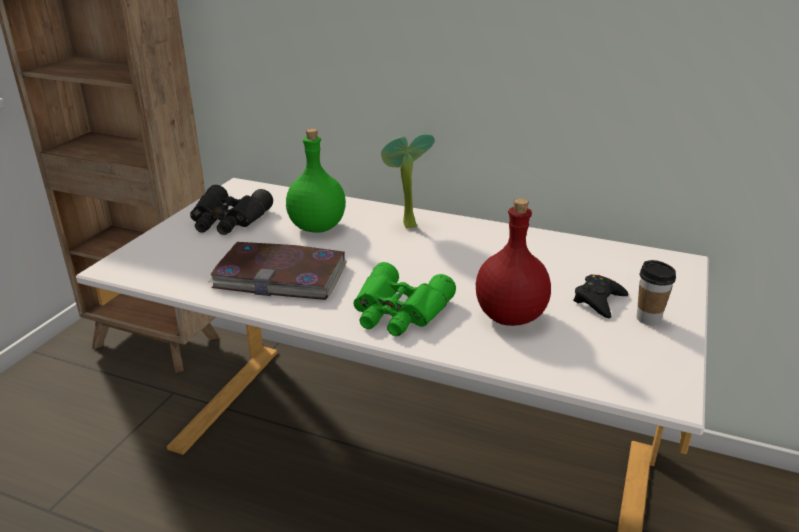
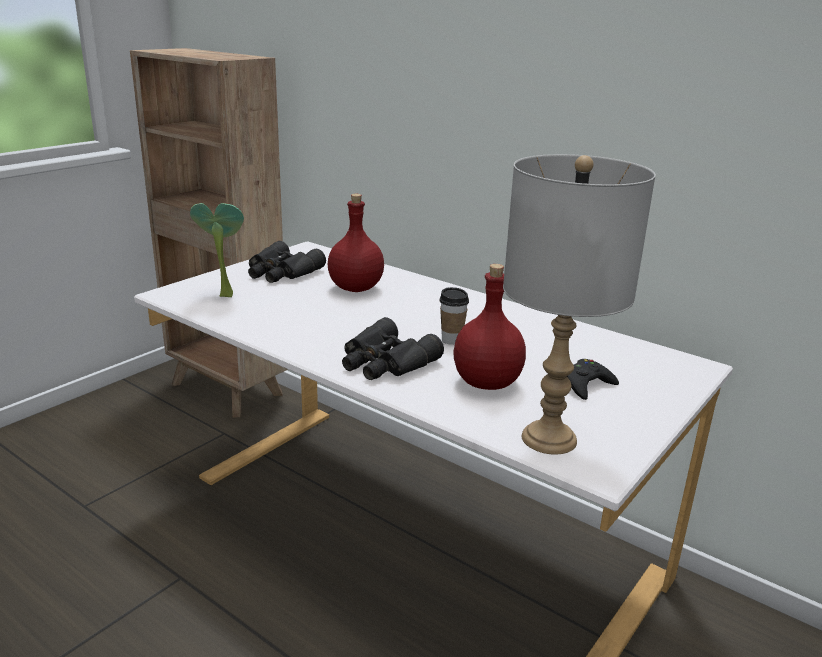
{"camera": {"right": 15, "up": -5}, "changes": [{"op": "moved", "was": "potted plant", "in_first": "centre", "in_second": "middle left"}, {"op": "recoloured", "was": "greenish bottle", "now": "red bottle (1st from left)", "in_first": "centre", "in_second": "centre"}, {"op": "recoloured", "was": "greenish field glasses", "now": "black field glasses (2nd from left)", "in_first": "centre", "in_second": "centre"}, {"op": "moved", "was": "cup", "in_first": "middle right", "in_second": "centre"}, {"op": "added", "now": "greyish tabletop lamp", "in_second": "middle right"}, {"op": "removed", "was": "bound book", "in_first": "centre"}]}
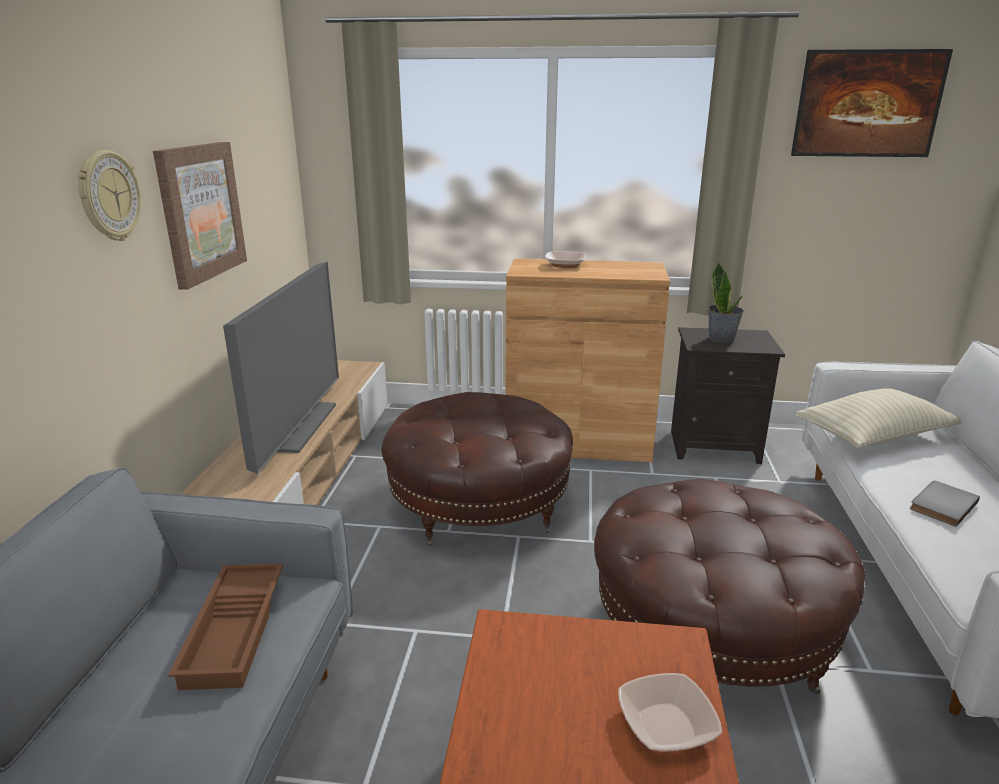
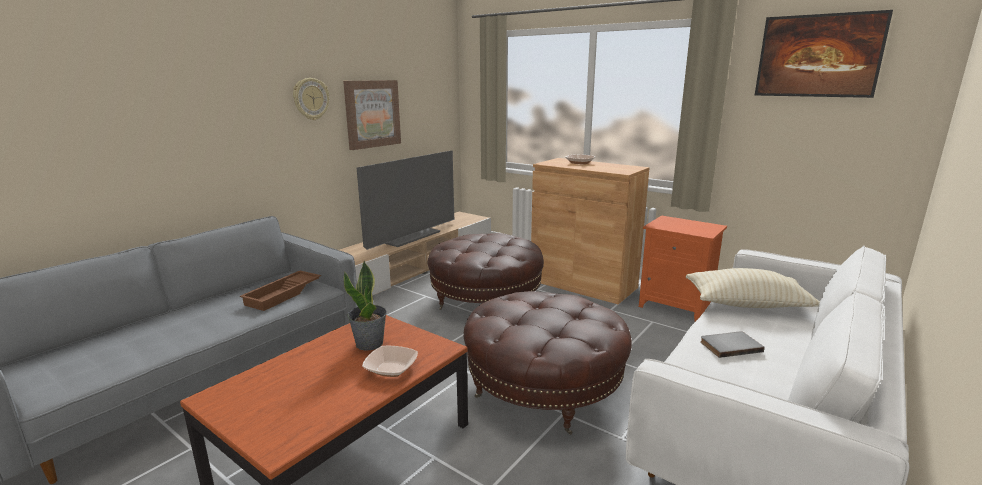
{"camera": {"right": 30, "up": -5}, "changes": [{"op": "moved", "was": "potted plant", "in_first": "middle right", "in_second": "centre"}, {"op": "recoloured", "was": "black night table", "now": "orangey night table", "in_first": "middle right", "in_second": "middle right"}]}
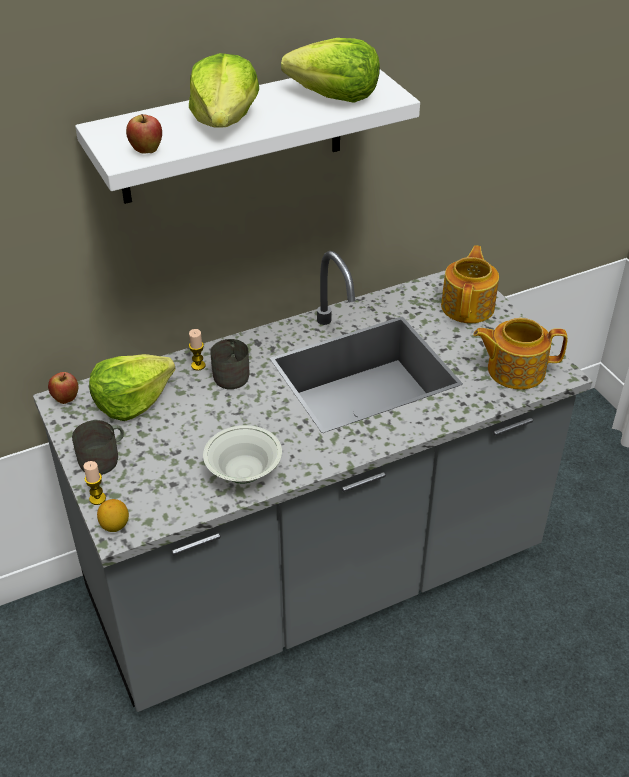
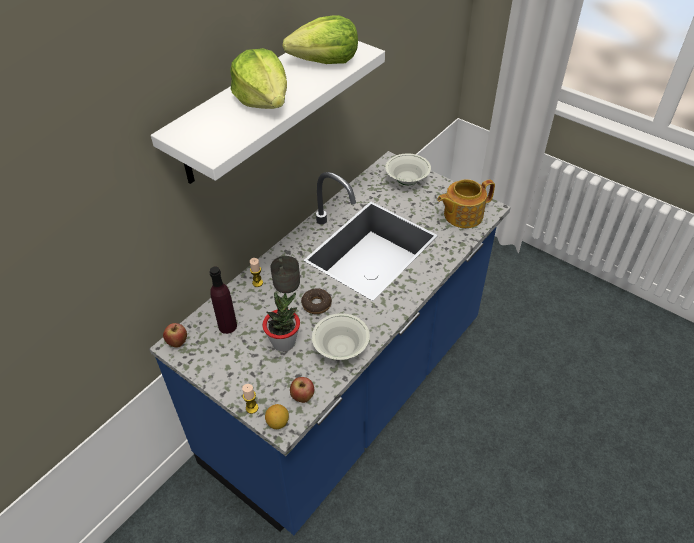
{"camera": {"right": -25, "up": 5}, "changes": [{"op": "recoloured", "was": "greyish kitchen base unit", "now": "bluish kitchen base unit", "in_first": "centre", "in_second": "centre"}, {"op": "replaced", "was": "lettuce head (1st from left)", "now": "purple bottle", "in_first": "middle left", "in_second": "middle left"}, {"op": "added", "now": "potted plant", "in_second": "centre"}, {"op": "moved", "was": "apple (2nd from left)", "in_first": "top left", "in_second": "bottom centre"}, {"op": "added", "now": "doughnut", "in_second": "centre"}, {"op": "replaced", "was": "teapot (1st from left)", "now": "whitish serving bowl (2nd from left)", "in_first": "middle right", "in_second": "top centre"}, {"op": "removed", "was": "greyish mug (1st from left)", "in_first": "middle left"}]}
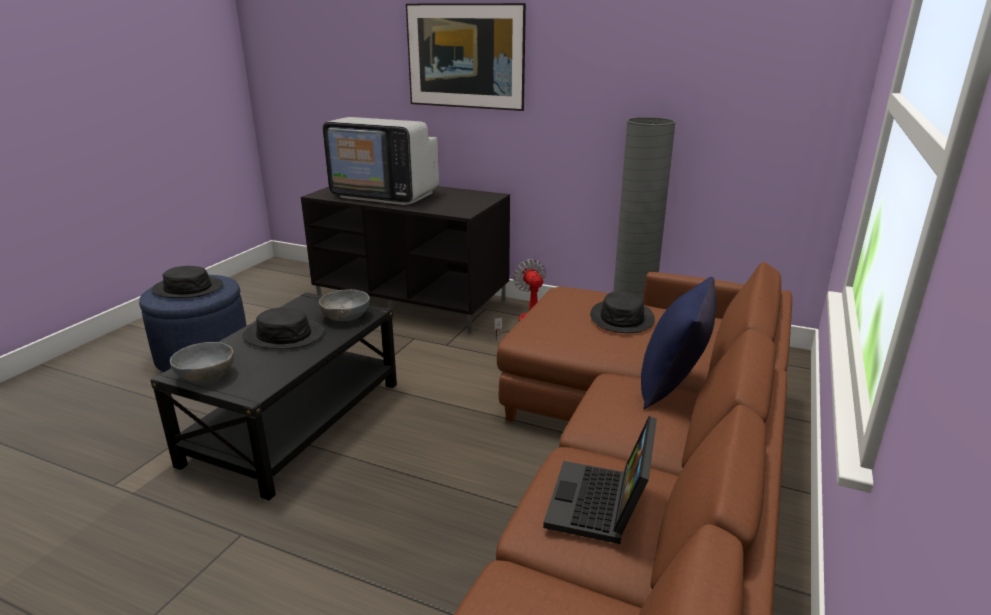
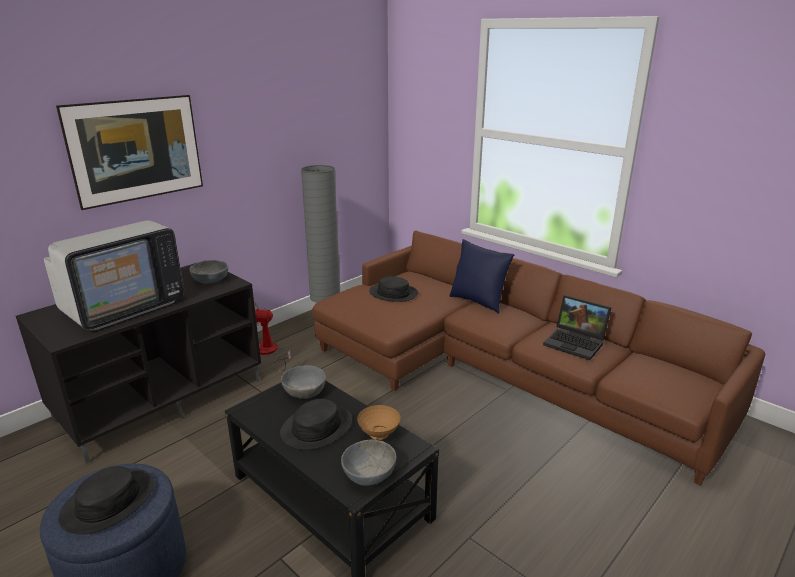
{"camera": {"right": -70, "up": 0}, "changes": [{"op": "added", "now": "greyish serving bowl (1st from left)", "in_second": "middle left"}, {"op": "added", "now": "brownish serving bowl", "in_second": "bottom centre"}]}
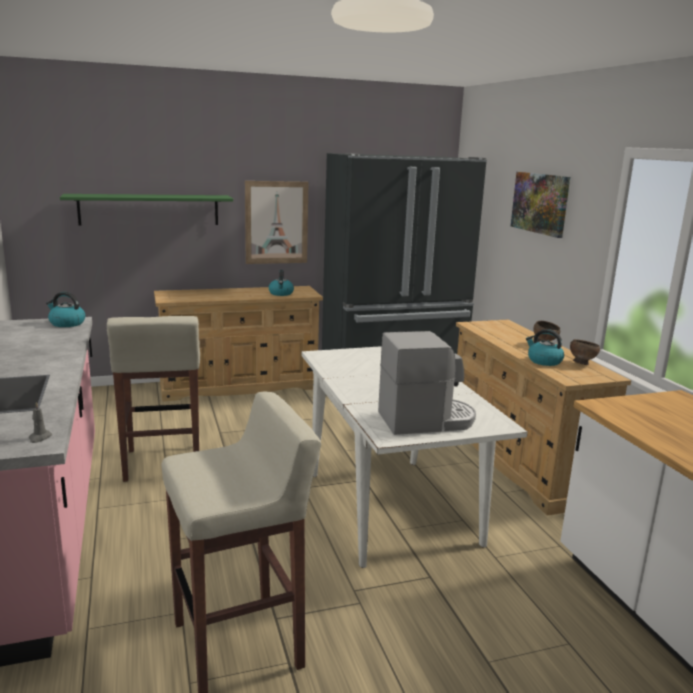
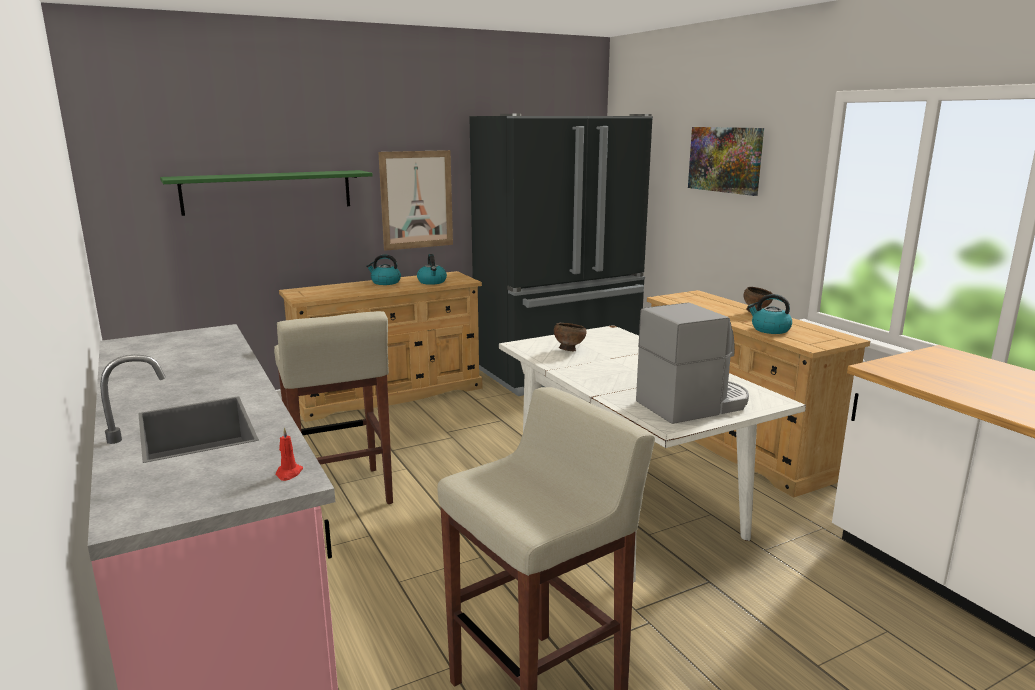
{"camera": {"right": -10, "up": 0}, "changes": [{"op": "recoloured", "was": "greyish wax light", "now": "red wax light", "in_first": "middle left", "in_second": "middle left"}, {"op": "moved", "was": "kettle (1st from left)", "in_first": "middle left", "in_second": "centre"}, {"op": "moved", "was": "brownish serving bowl (2nd from left in the first image)", "now": "brownish serving bowl (1st from left)", "in_first": "middle right", "in_second": "centre"}]}
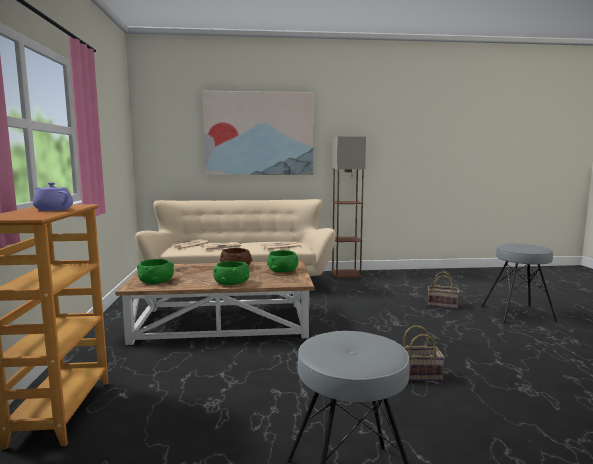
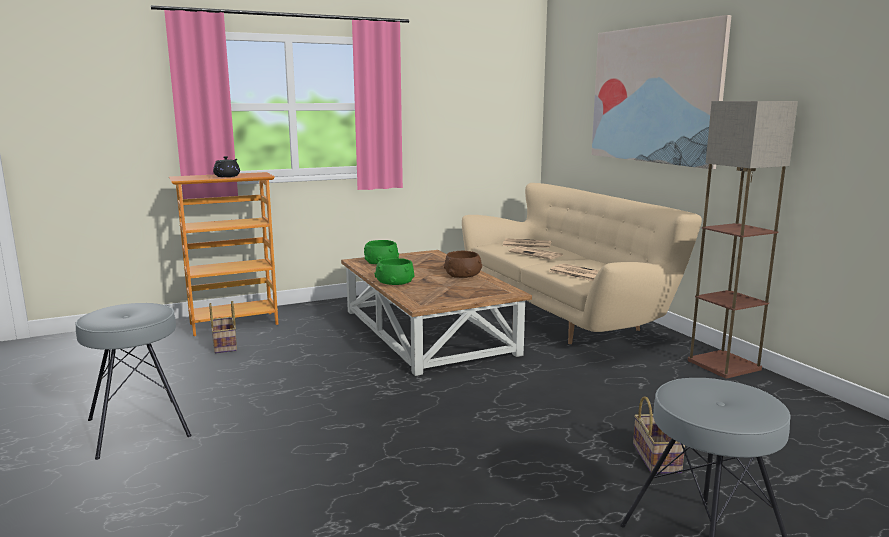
{"camera": {"right": 70, "up": 5}, "changes": [{"op": "moved", "was": "storage basket (1st from left)", "in_first": "bottom right", "in_second": "middle left"}, {"op": "recoloured", "was": "purple teapot", "now": "black teapot", "in_first": "middle left", "in_second": "top left"}, {"op": "removed", "was": "greenish serving bowl (3rd from left)", "in_first": "centre"}]}
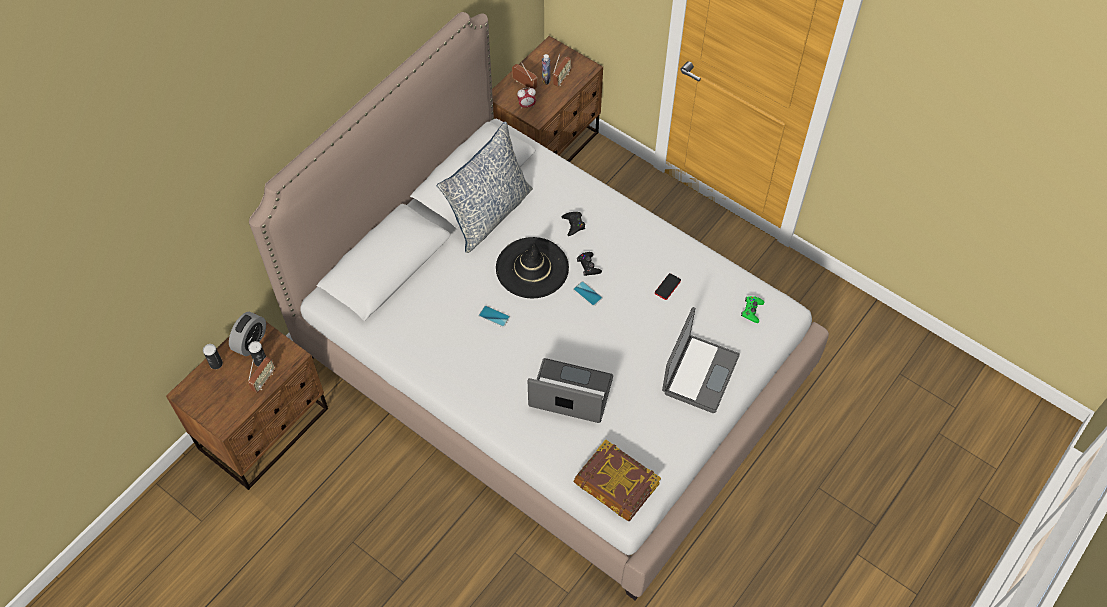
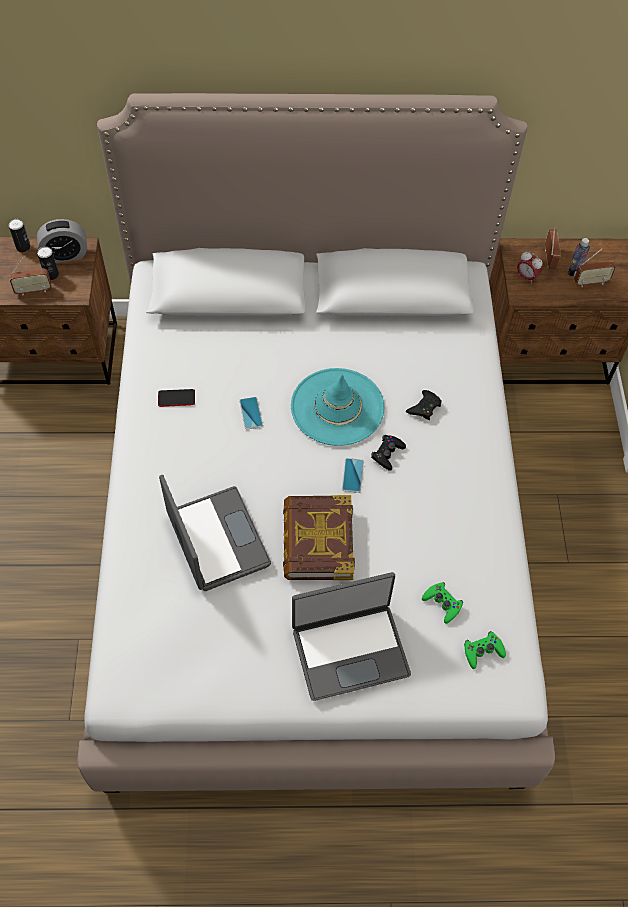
{"camera": {"right": 50, "up": 0}, "changes": [{"op": "moved", "was": "phone (3rd from left in the first image)", "now": "phone (1st from left)", "in_first": "centre", "in_second": "middle left"}, {"op": "moved", "was": "bound book", "in_first": "bottom centre", "in_second": "centre"}, {"op": "recoloured", "was": "black wearable hat", "now": "blue-green wearable hat", "in_first": "centre", "in_second": "centre"}, {"op": "added", "now": "greenish gamepad (1st from left)", "in_second": "middle right"}, {"op": "removed", "was": "pillow", "in_first": "top centre"}]}
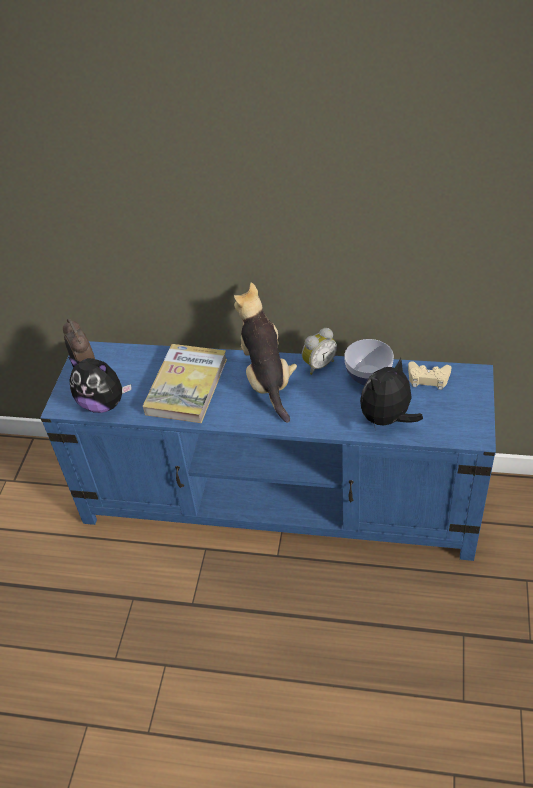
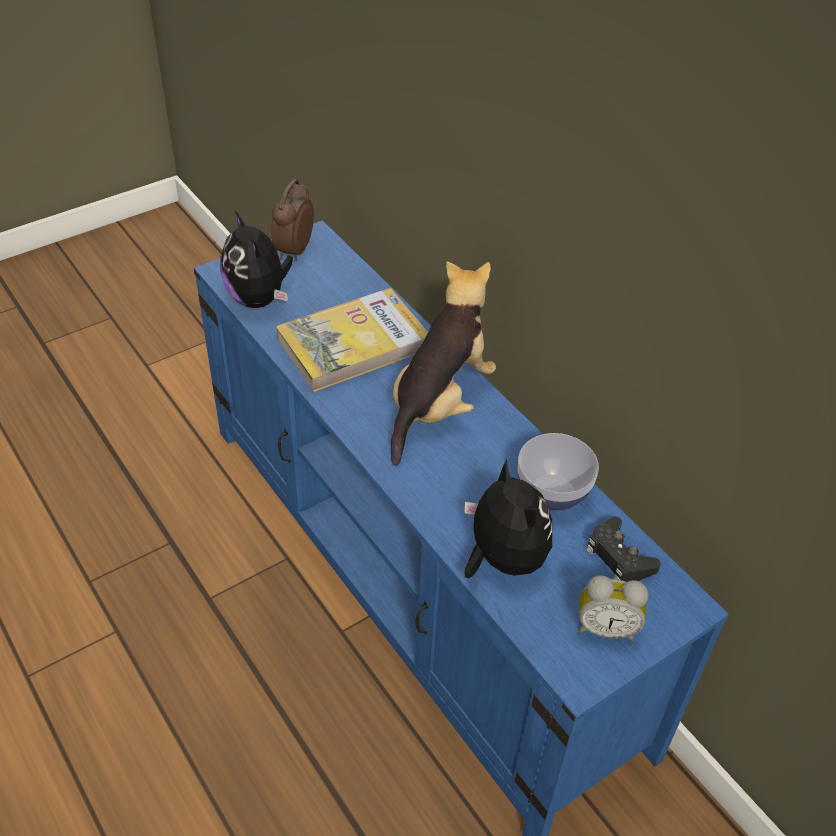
{"camera": {"right": 40, "up": 0}, "changes": [{"op": "turned", "was": "plush toy (3rd from left)", "in_first": "middle right", "in_second": "centre", "clockwise": 60}, {"op": "moved", "was": "table clock (2nd from left)", "in_first": "centre", "in_second": "bottom right"}, {"op": "recoloured", "was": "beige-coloured gamepad", "now": "black gamepad", "in_first": "middle right", "in_second": "middle right"}]}
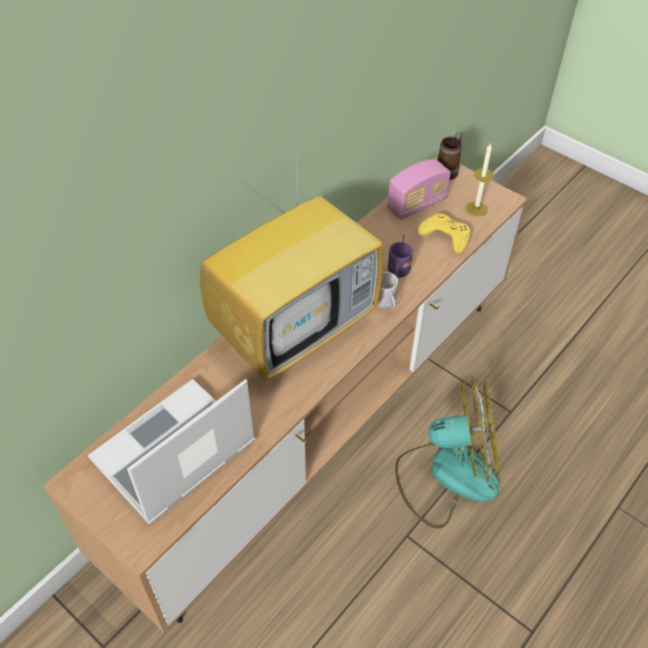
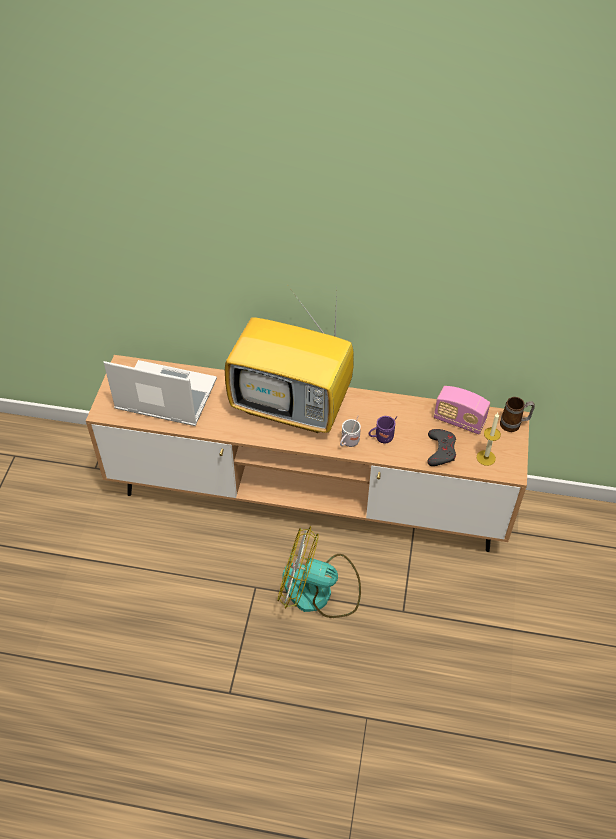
{"camera": {"right": 60, "up": 0}, "changes": [{"op": "turned", "was": "cooling fan", "in_first": "bottom right", "in_second": "bottom centre", "clockwise": 135}, {"op": "recoloured", "was": "yellowish gamepad", "now": "greyish gamepad", "in_first": "middle right", "in_second": "middle right"}]}
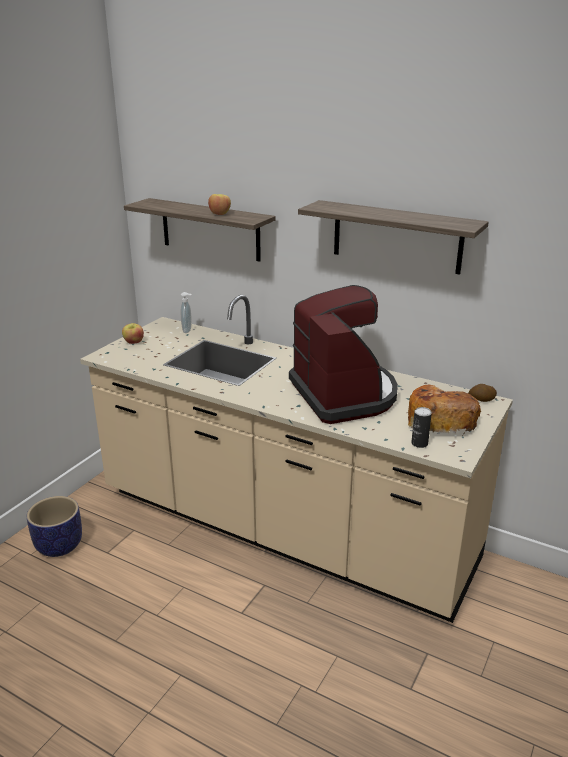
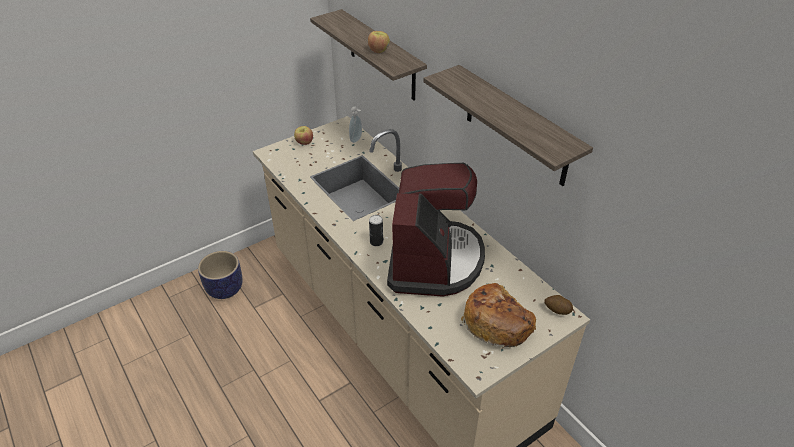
{"camera": {"right": 25, "up": 15}, "changes": [{"op": "moved", "was": "can", "in_first": "middle right", "in_second": "centre"}]}
